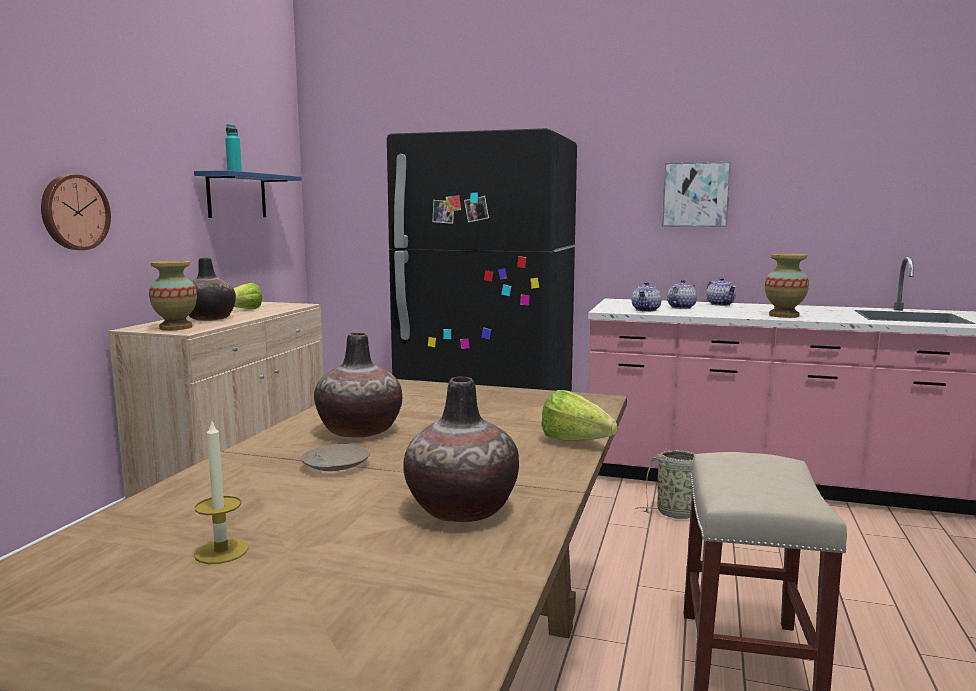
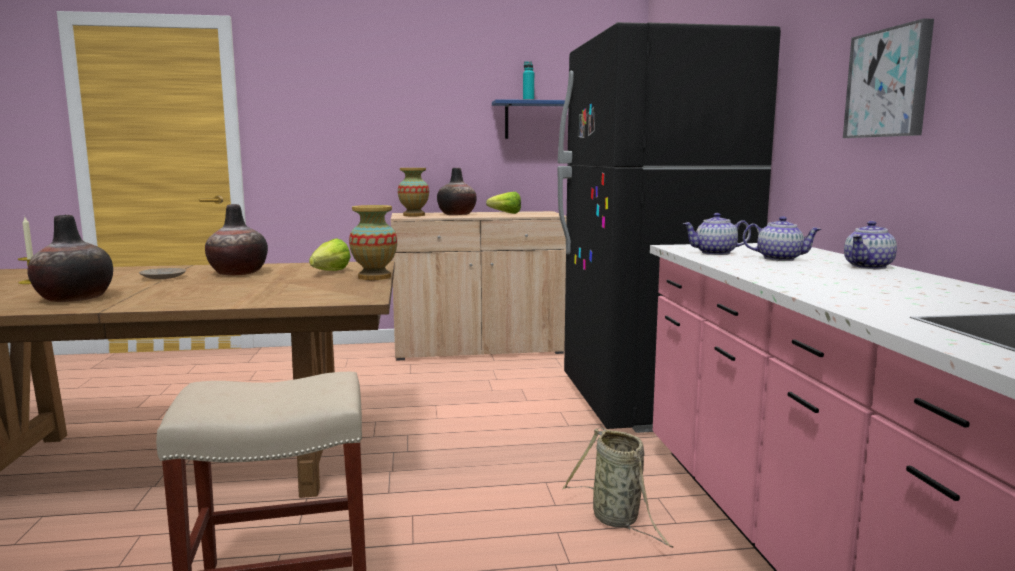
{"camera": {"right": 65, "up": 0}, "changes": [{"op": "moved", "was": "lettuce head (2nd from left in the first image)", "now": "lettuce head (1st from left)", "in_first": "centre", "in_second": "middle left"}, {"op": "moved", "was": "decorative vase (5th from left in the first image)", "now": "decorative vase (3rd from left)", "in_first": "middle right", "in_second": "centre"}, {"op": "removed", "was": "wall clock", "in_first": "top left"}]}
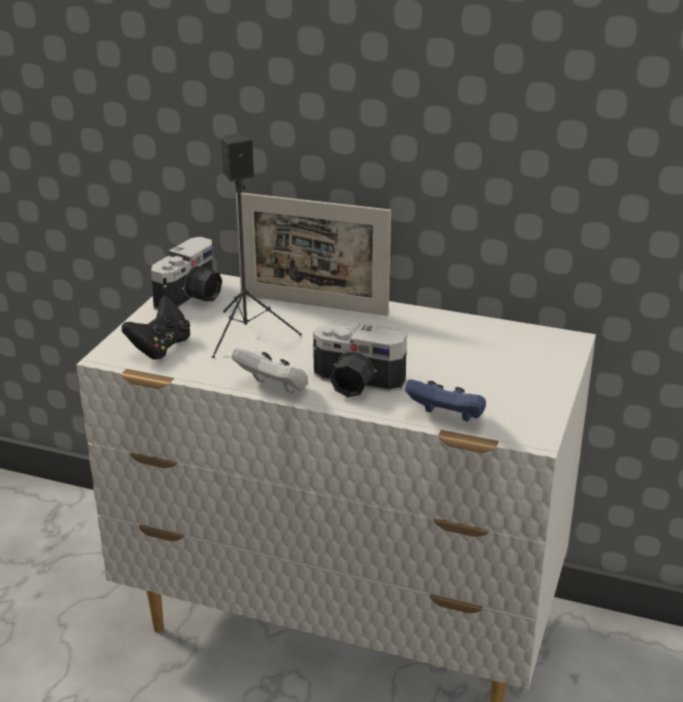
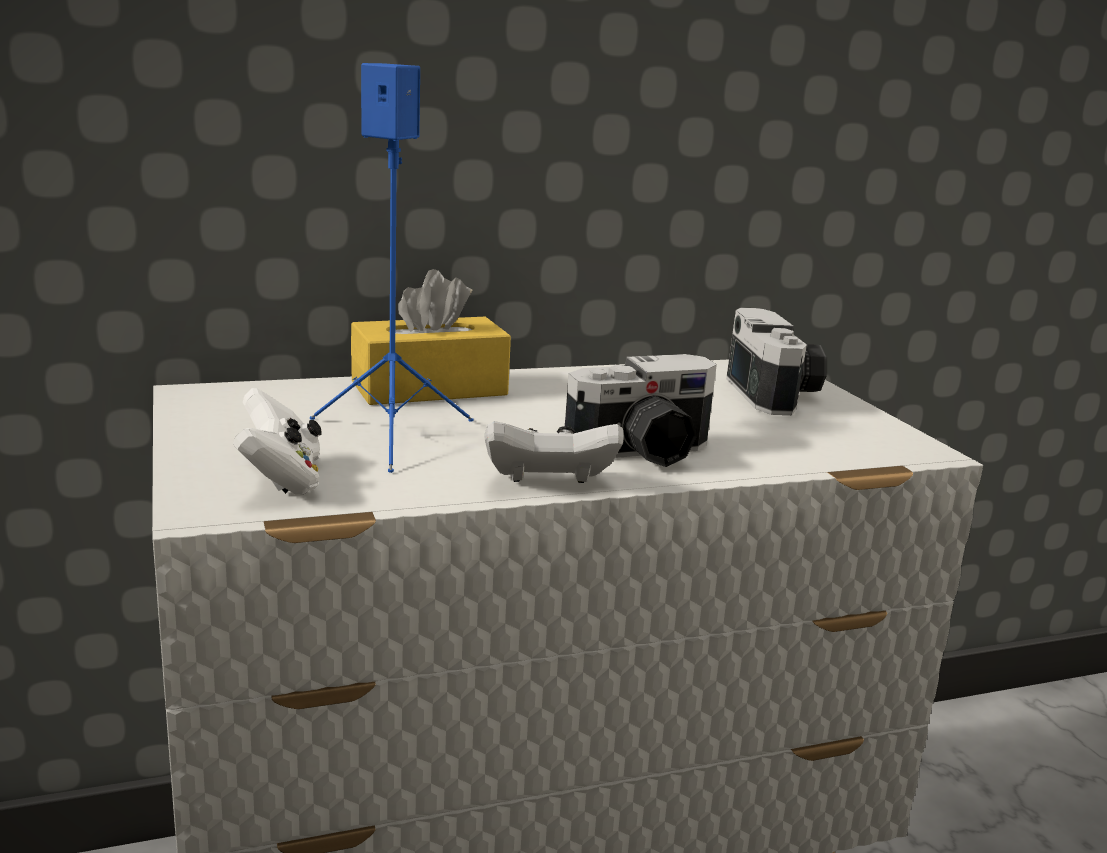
{"camera": {"right": -40, "up": -10}, "changes": [{"op": "recoloured", "was": "black gamepad", "now": "whitish gamepad (1st from left)", "in_first": "middle left", "in_second": "middle left"}, {"op": "recoloured", "was": "black audio speaker", "now": "bluish audio speaker", "in_first": "centre", "in_second": "top centre"}, {"op": "replaced", "was": "photo frame", "now": "yellowish tissue holder", "in_first": "centre", "in_second": "centre"}, {"op": "moved", "was": "still camera (1st from left in the first image)", "now": "still camera (2nd from left)", "in_first": "middle left", "in_second": "middle right"}, {"op": "removed", "was": "bluish gamepad", "in_first": "centre"}]}
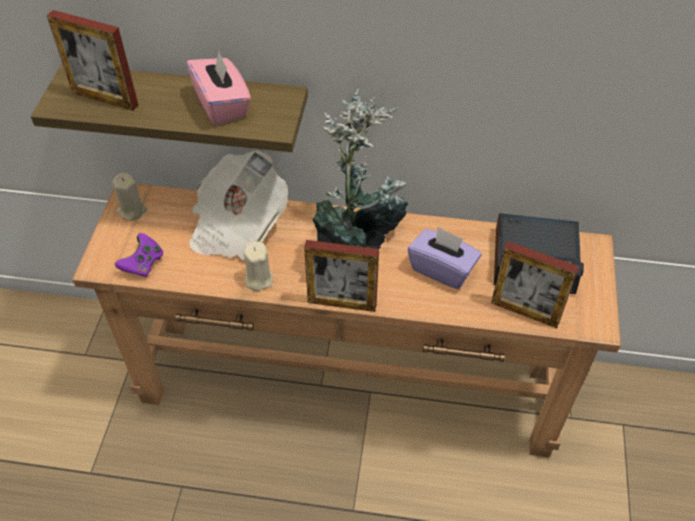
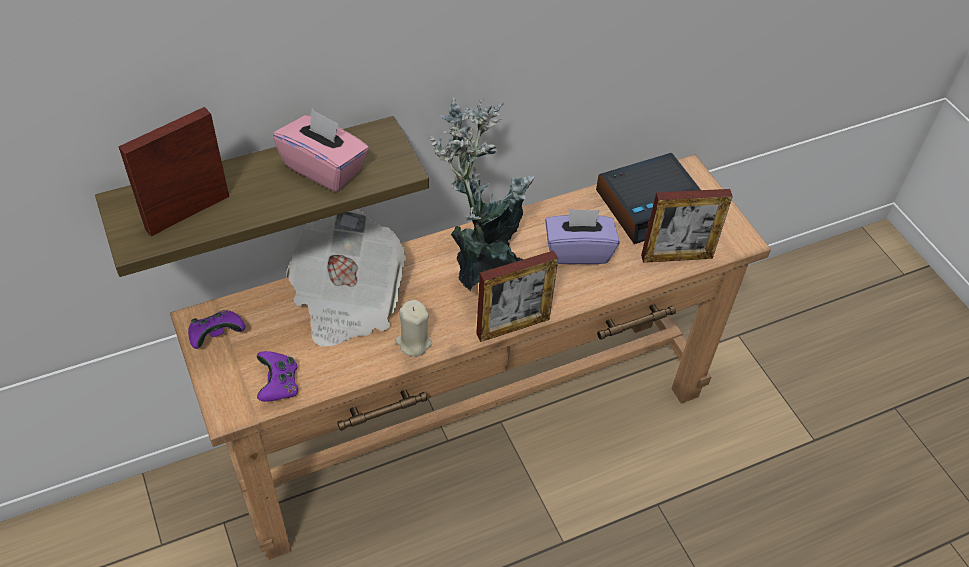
{"camera": {"right": -35, "up": 0}, "changes": [{"op": "turned", "was": "photo frame (1st from left)", "in_first": "top left", "in_second": "top left", "clockwise": 150}, {"op": "replaced", "was": "beige-coloured wax light (1st from left)", "now": "purple gamepad (1st from left)", "in_first": "middle left", "in_second": "middle left"}]}
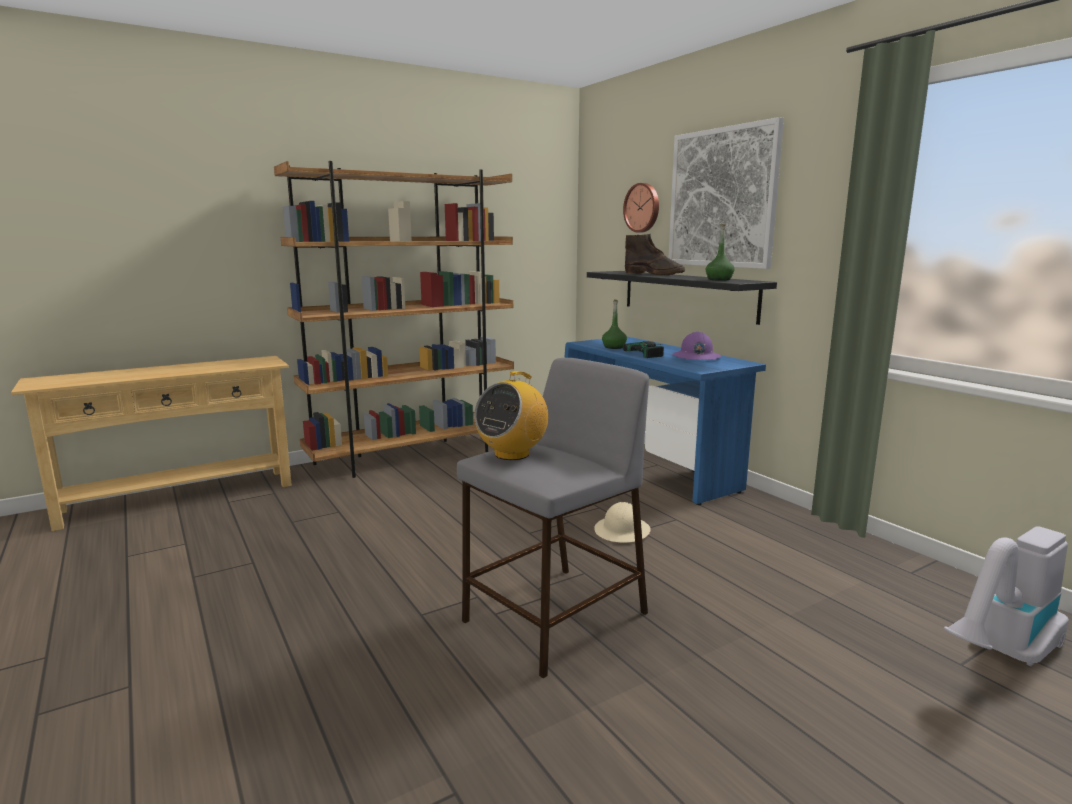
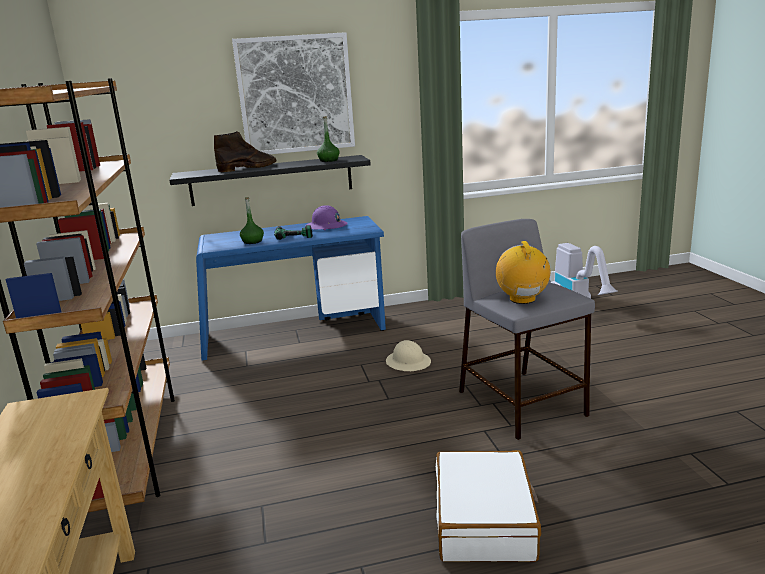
{"camera": {"right": -70, "up": 5}, "changes": [{"op": "added", "now": "whitish suitcase", "in_second": "bottom centre"}, {"op": "turned", "was": "radio set", "in_first": "centre", "in_second": "middle right", "clockwise": -150}, {"op": "removed", "was": "wall clock", "in_first": "top centre"}]}
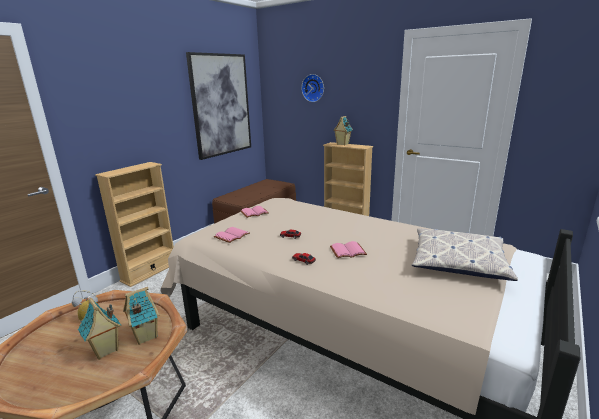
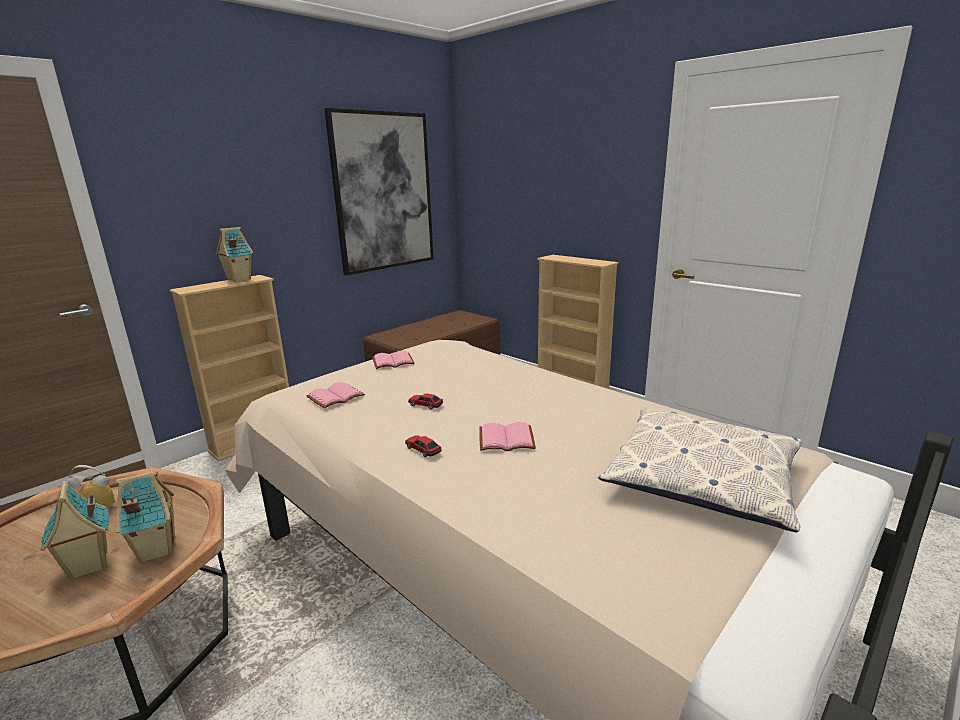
{"camera": {"right": 10, "up": 0}, "changes": [{"op": "moved", "was": "toy house (3rd from left)", "in_first": "top centre", "in_second": "middle left"}, {"op": "removed", "was": "wall clock", "in_first": "top centre"}]}
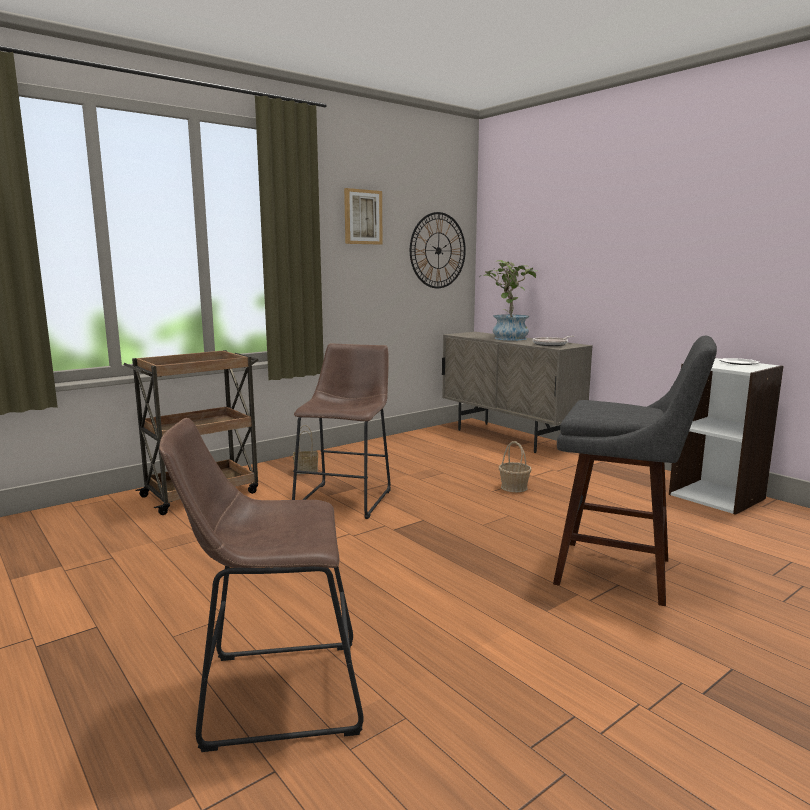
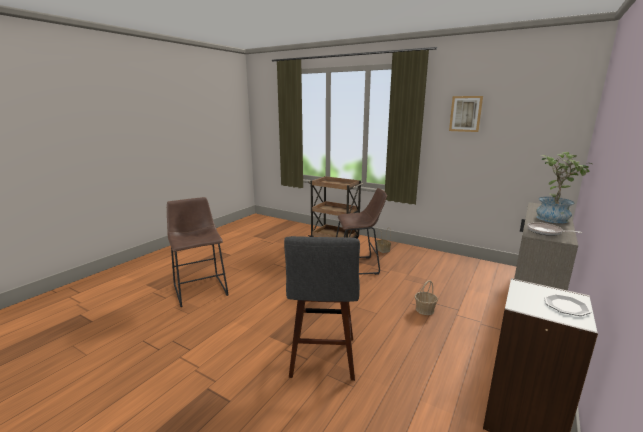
{"camera": {"right": 70, "up": 5}, "changes": [{"op": "removed", "was": "wall clock", "in_first": "top centre"}]}
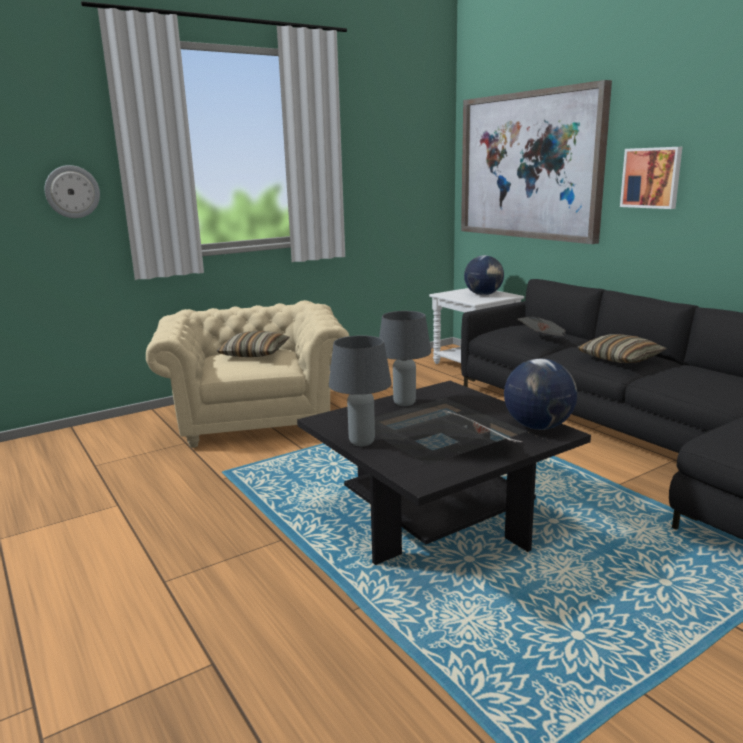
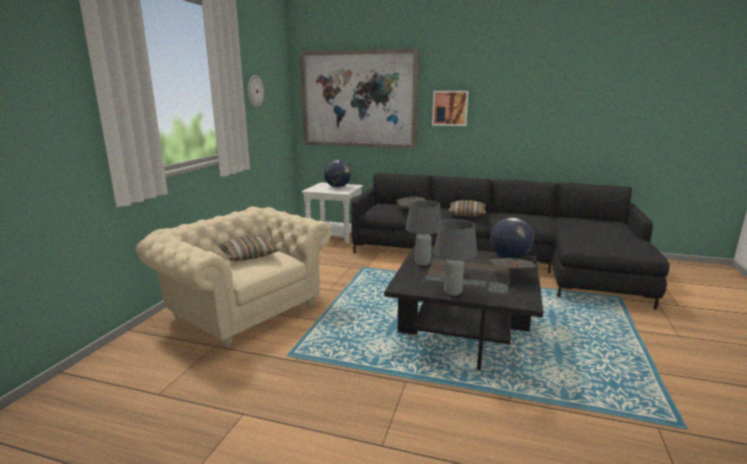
{"camera": {"right": -40, "up": 0}, "changes": [{"op": "moved", "was": "wall clock", "in_first": "top left", "in_second": "top centre"}]}
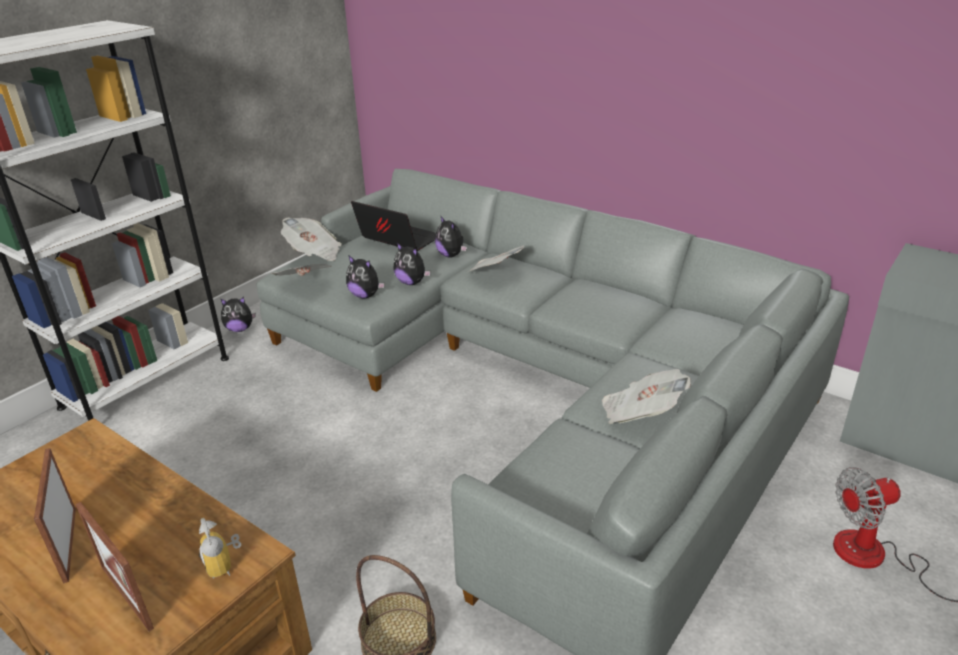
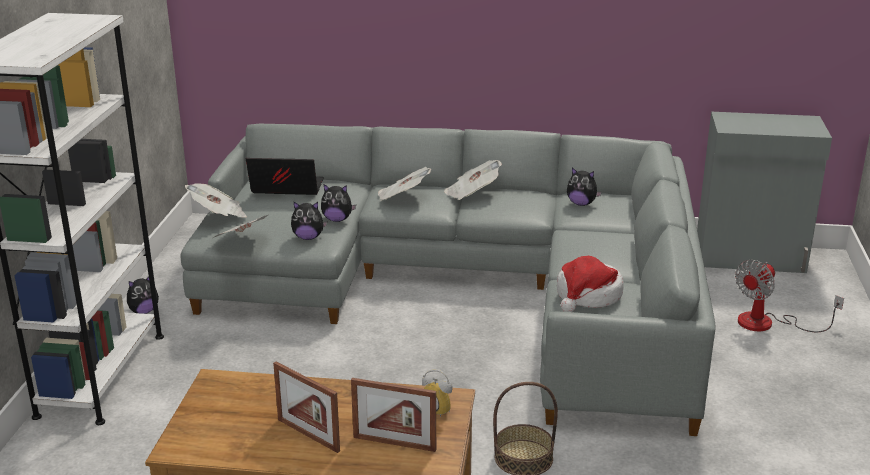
{"camera": {"right": -30, "up": -5}, "changes": [{"op": "moved", "was": "printed paper (4th from left)", "in_first": "middle right", "in_second": "centre"}, {"op": "added", "now": "wearable hat", "in_second": "middle right"}, {"op": "moved", "was": "plush toy (4th from left)", "in_first": "centre", "in_second": "middle right"}]}
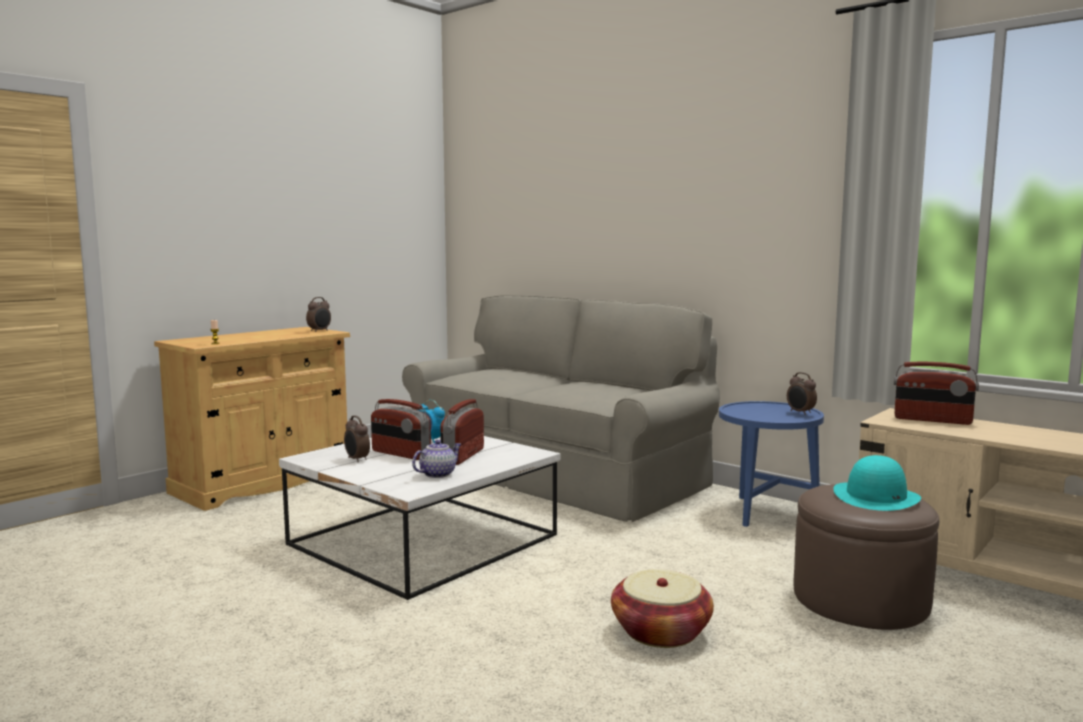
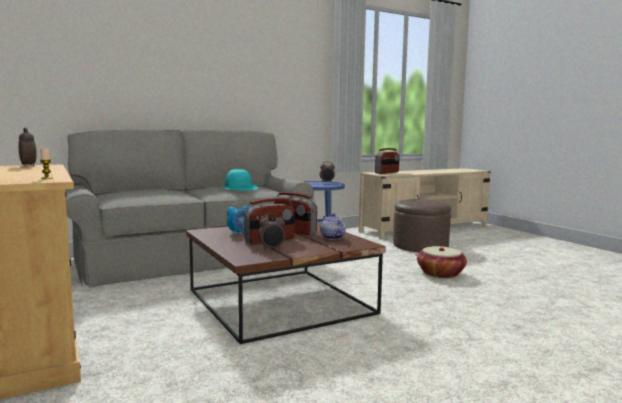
{"camera": {"right": -70, "up": 0}, "changes": [{"op": "recoloured", "was": "whitish lounge table", "now": "brownish lounge table", "in_first": "bottom centre", "in_second": "bottom centre"}, {"op": "moved", "was": "blue-green wearable hat", "in_first": "bottom right", "in_second": "centre"}]}
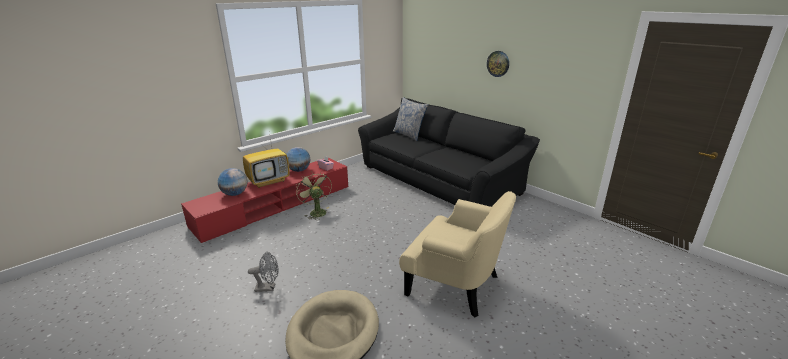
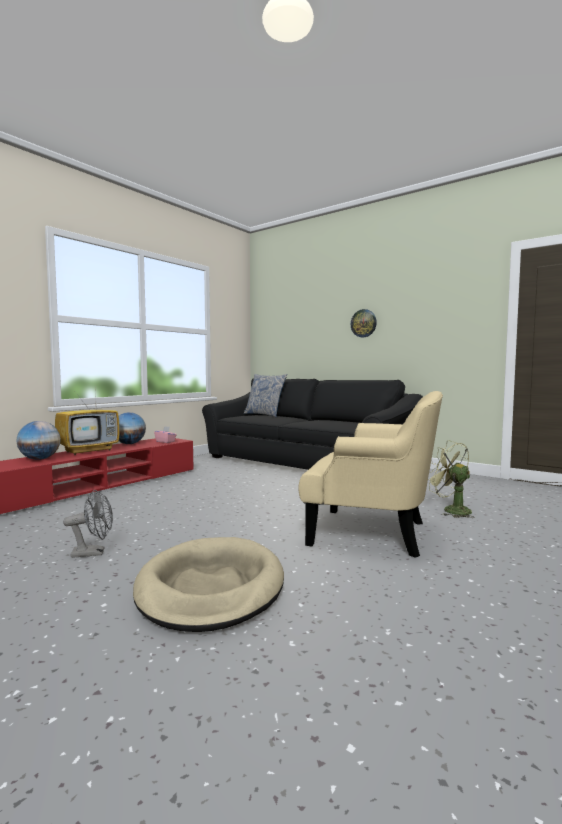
{"camera": {"right": -10, "up": -20}, "changes": [{"op": "moved", "was": "greenish cooling fan", "in_first": "centre", "in_second": "middle right"}]}
